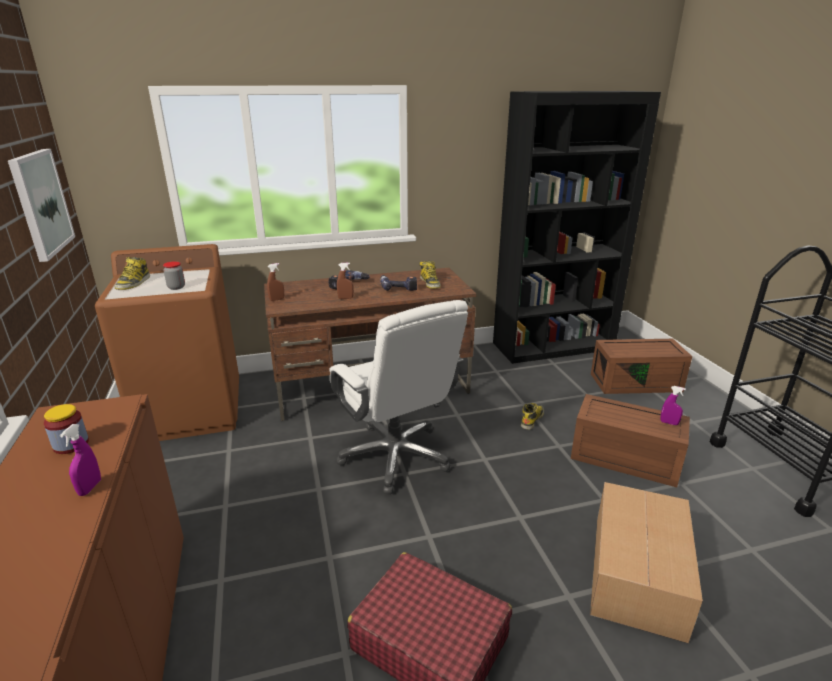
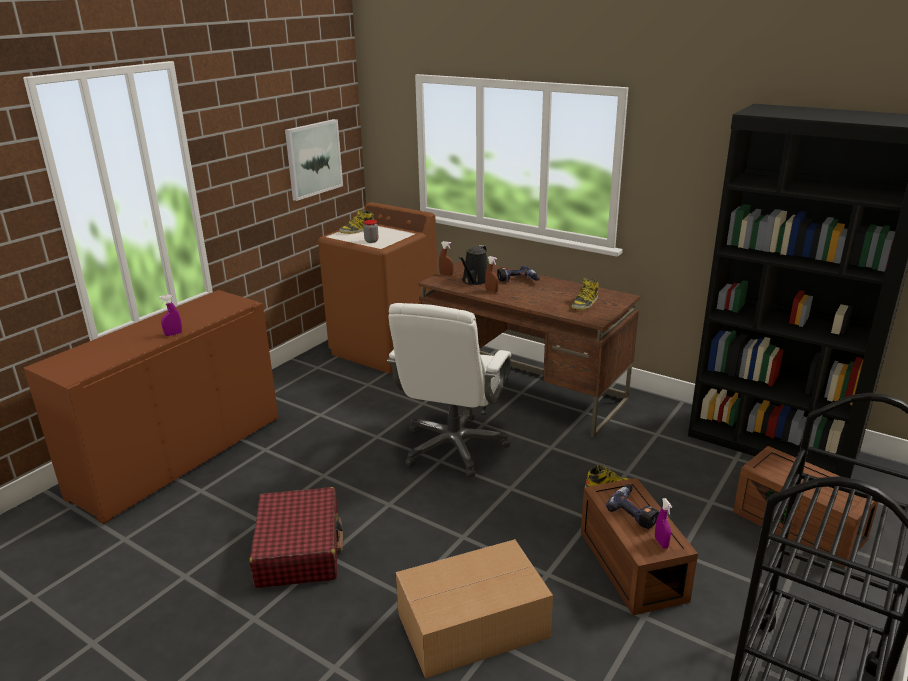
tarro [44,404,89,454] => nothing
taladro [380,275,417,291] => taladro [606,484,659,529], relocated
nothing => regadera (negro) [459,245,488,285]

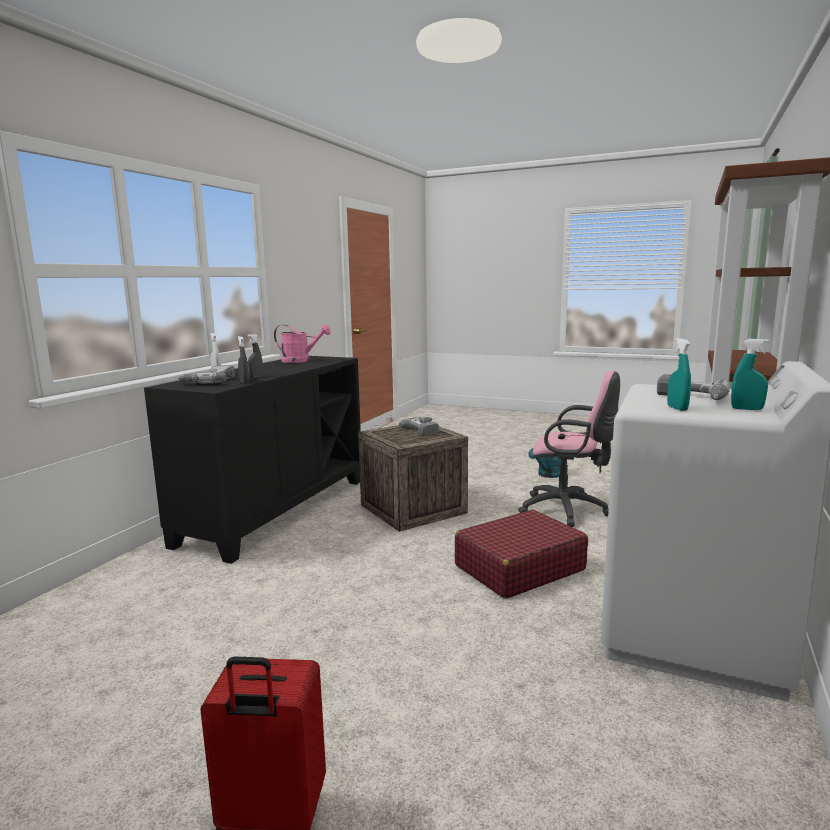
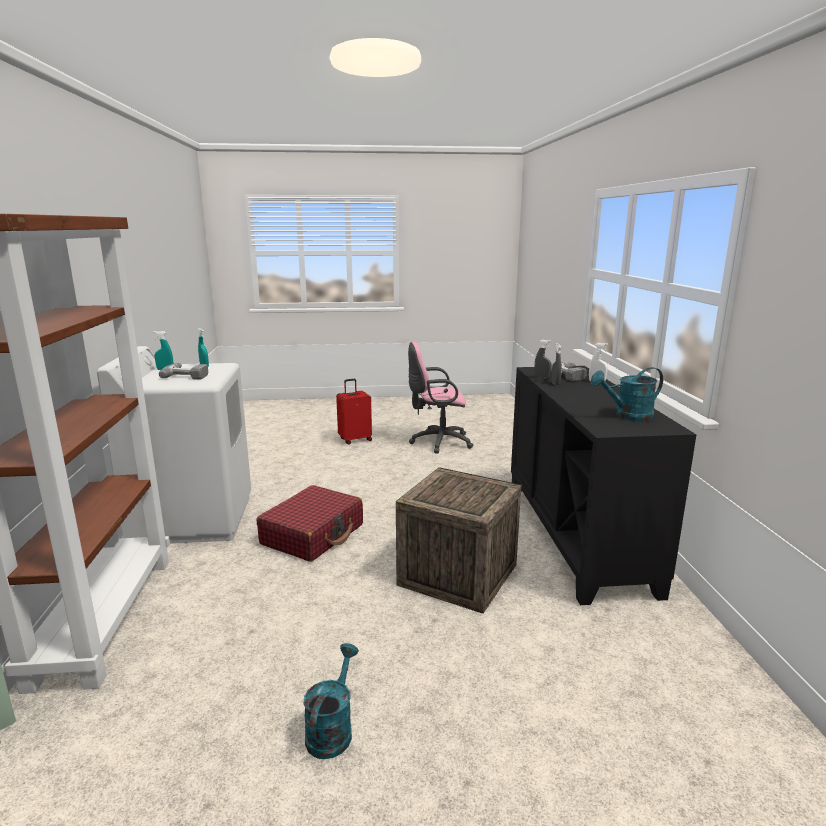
regadera (rosa) [274,324,331,363] => regadera (turquesa) [591,367,663,421]
taladro [399,417,439,436] => nothing
silla de oficina (rosa) [518,371,620,527] => silla de oficina (rosa) [408,342,473,454], relocated

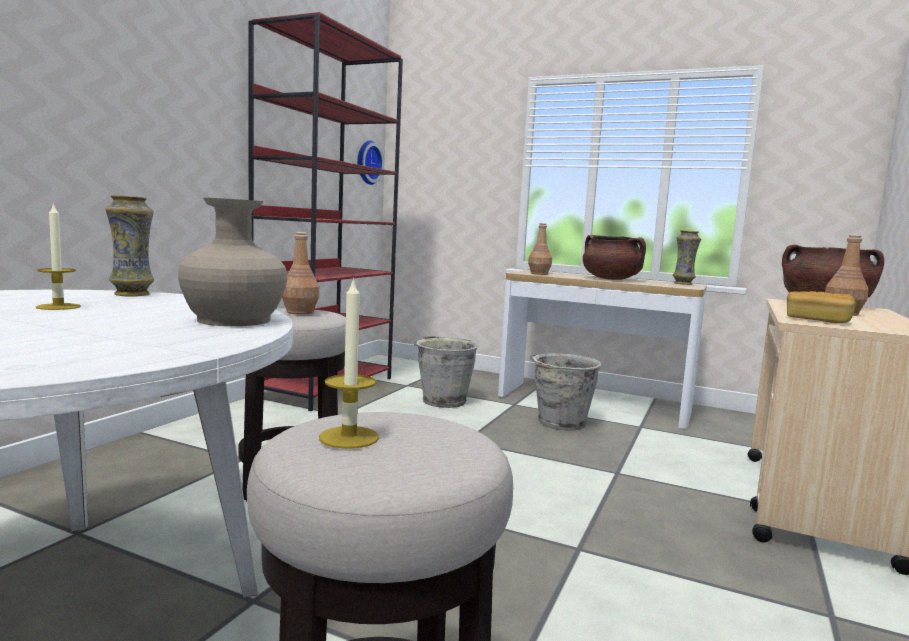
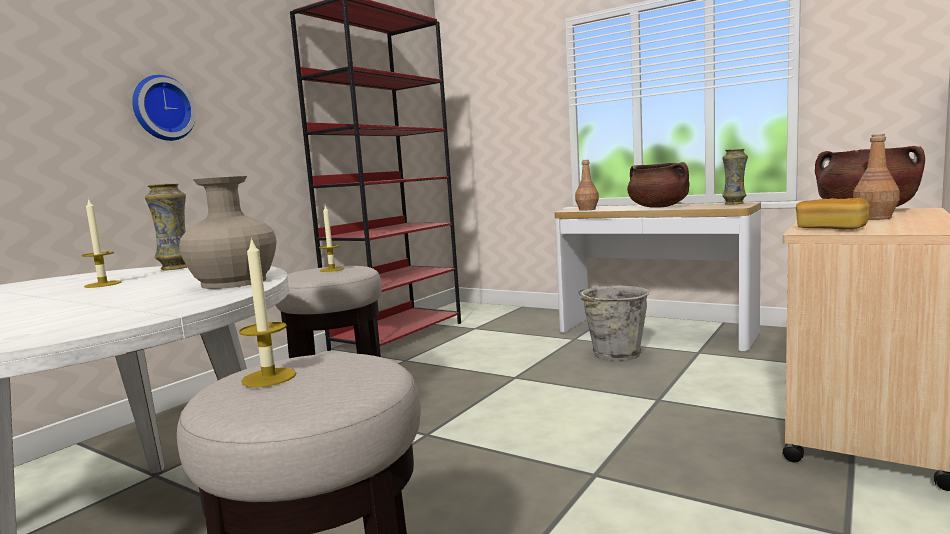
botella (marrón) [282,232,319,315] => vela [319,206,344,272]
reloj de pared [357,140,384,185] => reloj de pared [132,75,196,141], relocated
cubo (gris) [414,336,479,408] => nothing

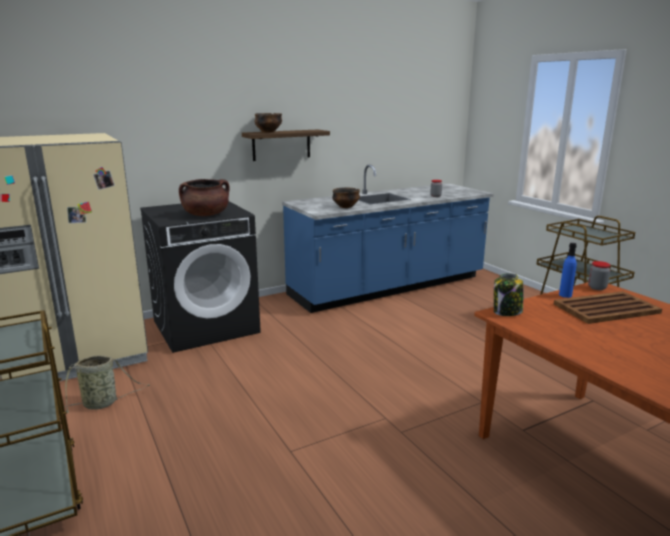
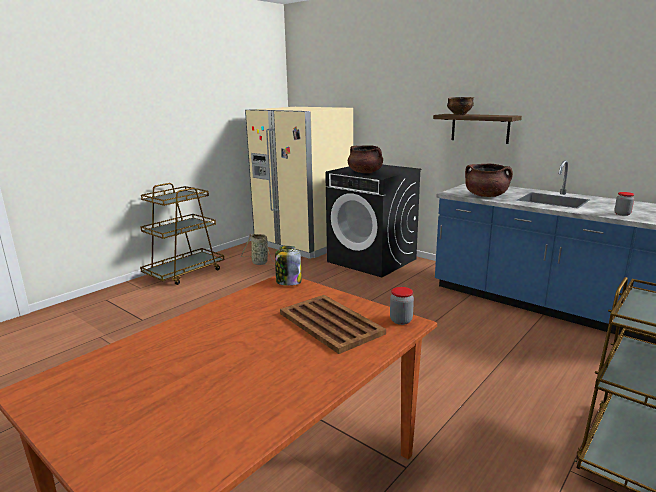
cuenco [332,187,360,208] => olla (marrón) [465,164,513,197]
botella (azul) [559,243,577,298] => nothing

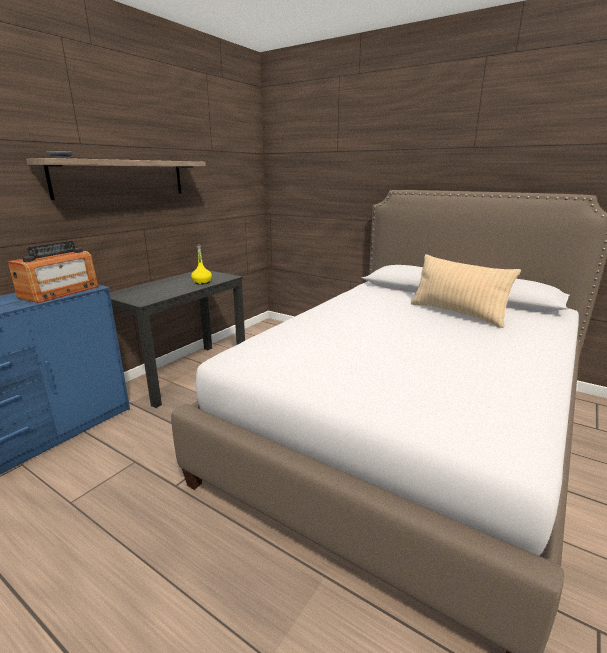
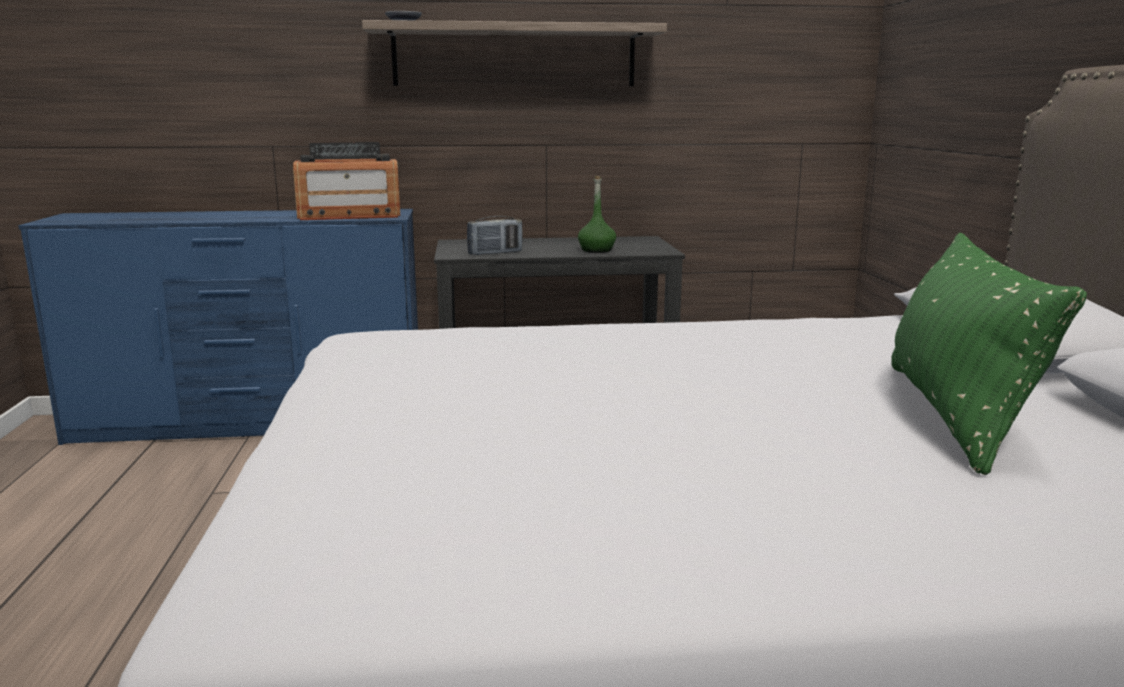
botella (amarillo) [191,244,212,284] => botella (verde) [578,176,616,253]
cojín (beis) [411,254,521,328] => cojín (verde) [891,233,1087,475]
nothing => radio [467,216,523,255]

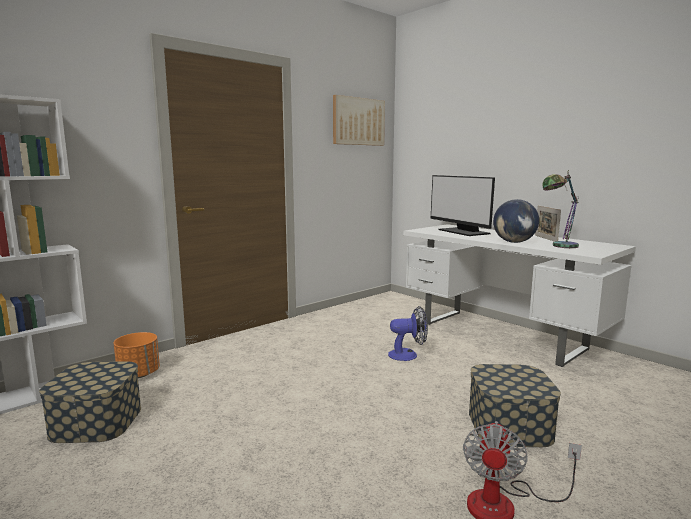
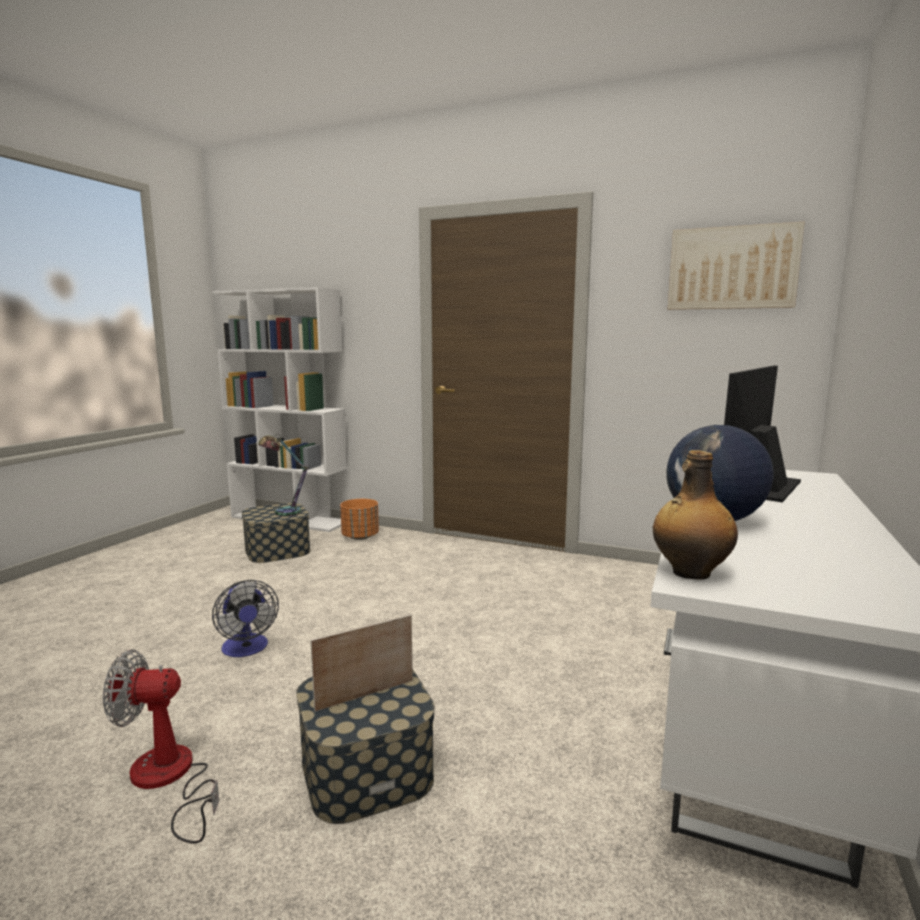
ventilador [388,306,428,361] => ventilador [212,580,279,657], relocated
portarretratos [535,205,561,242] => portarretratos [310,614,413,712], relocated
lámpara de mesa [542,172,579,248] => lámpara de mesa [258,434,309,517], relocated
nothing => botella [653,450,738,580]

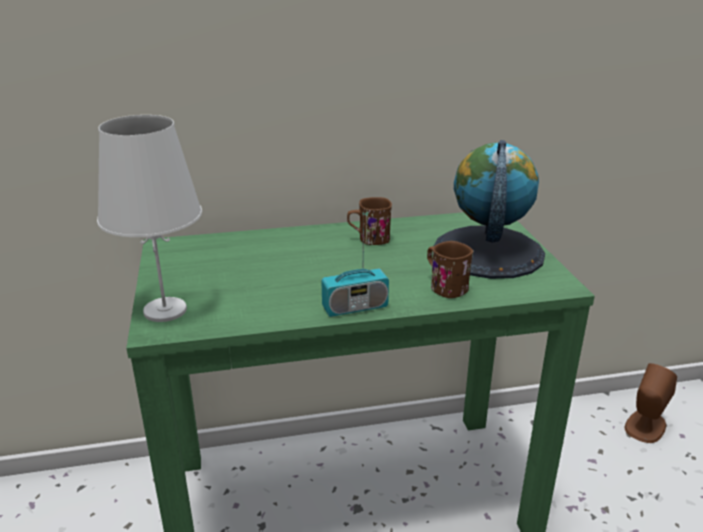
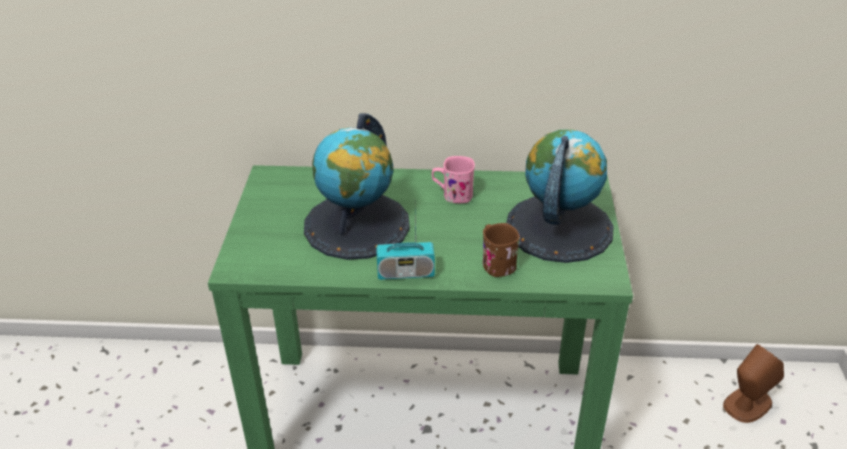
lámpara de mesa (blanco) [97,115,202,322] => nothing
taza grande (marrón) [347,197,392,245] => taza grande (rosa) [432,156,475,203]
nothing => globo terráqueo [304,113,410,260]

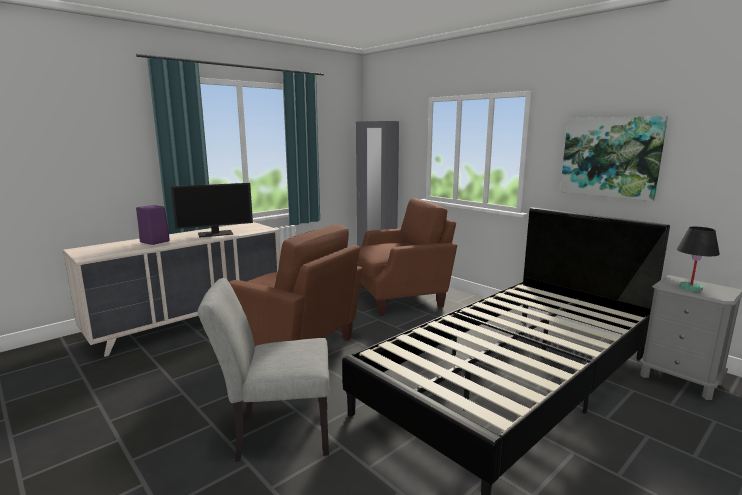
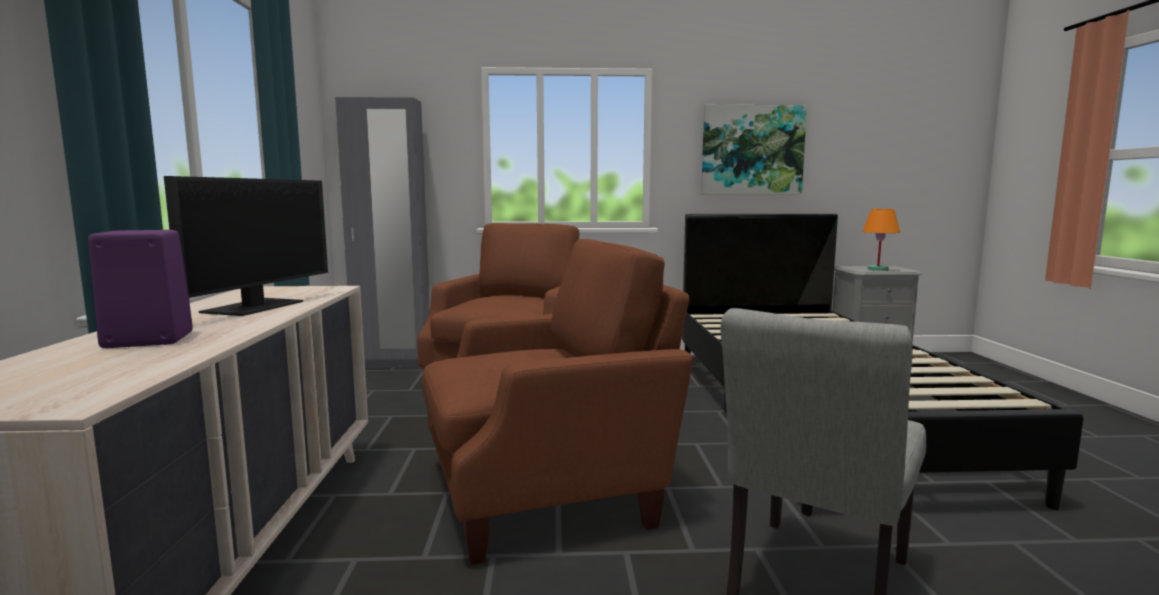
lámpara de mesa (negro) [677,227,720,292] => lámpara de mesa (naranja) [862,209,900,271]

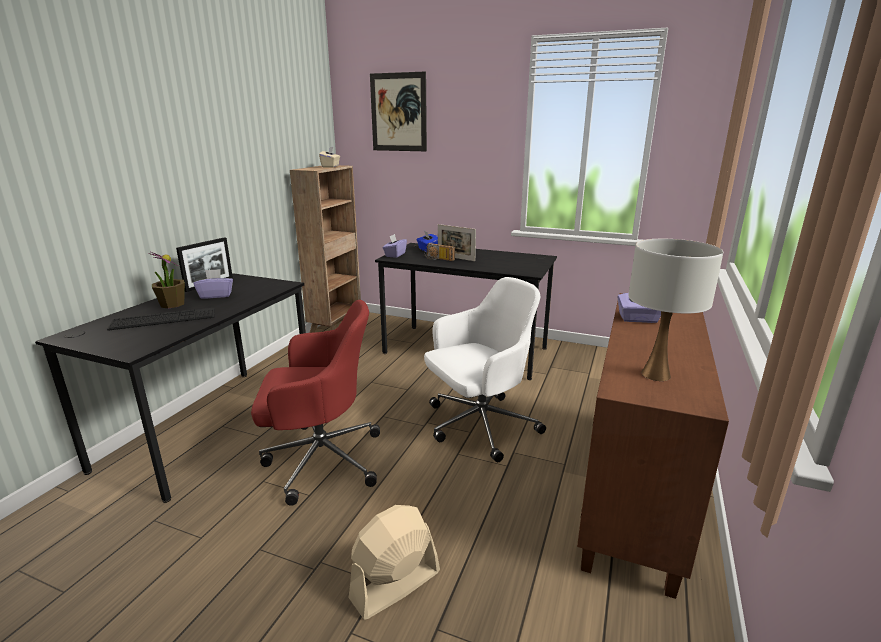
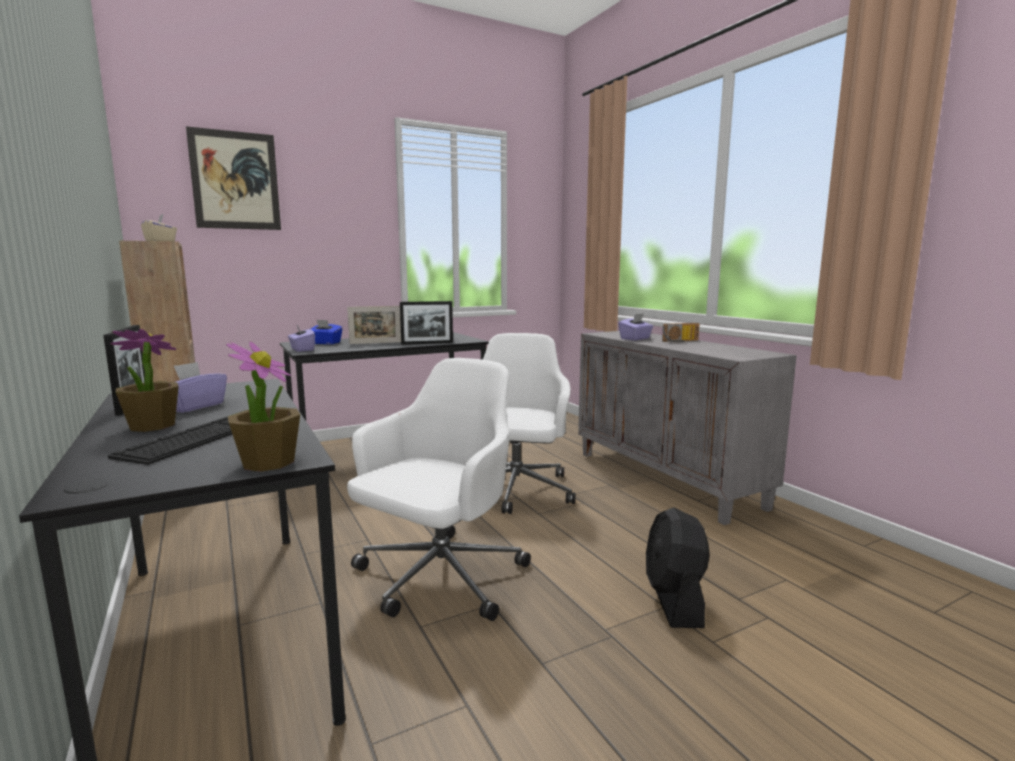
silla de oficina (rojo) [251,300,380,506] => silla de oficina (blanco) [347,358,531,621]
ventilador (beis) [349,505,440,619] => ventilador (negro) [646,507,710,628]
radio [424,243,455,261] => radio [662,323,699,343], relocated
armario (marrón) [577,293,729,599] => armario (gris) [578,331,797,525]
lámpara de mesa (blanco) [628,239,723,381] => nothing
nothing => planta en maceta [226,341,300,472]
nothing => portarretratos [400,301,453,345]

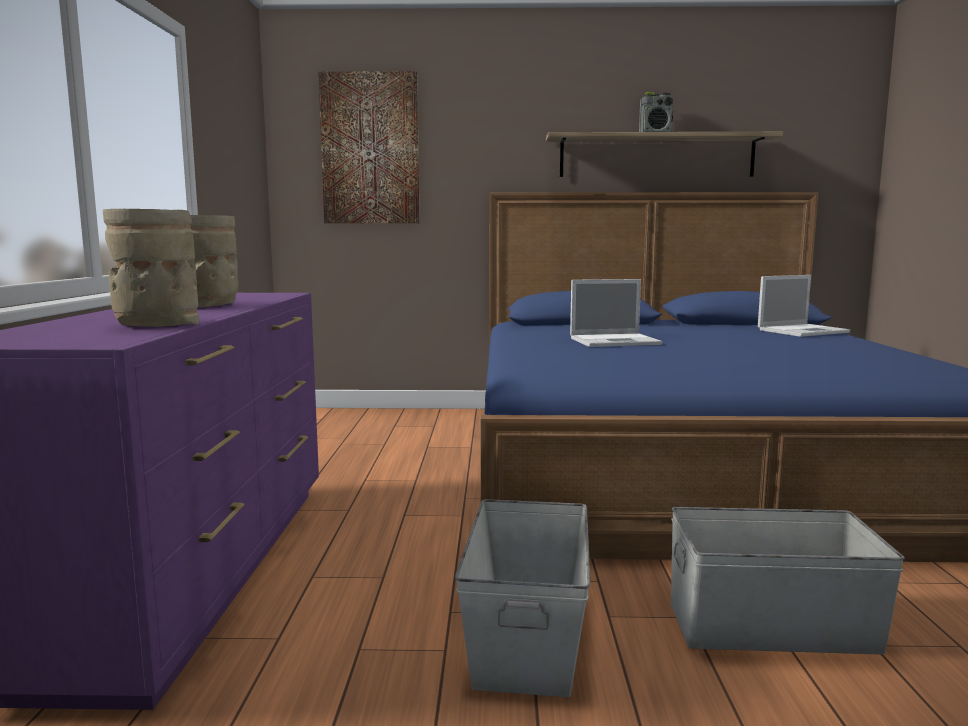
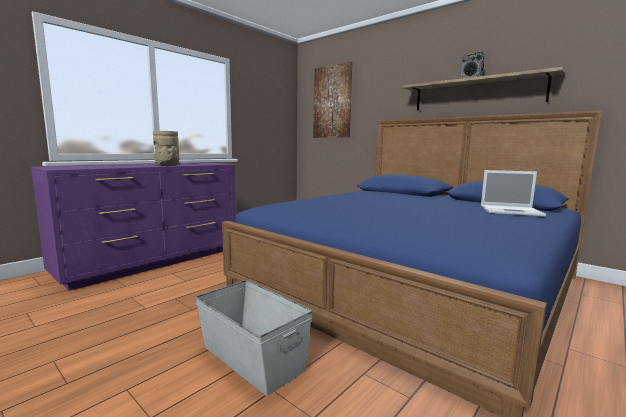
florero (beis) [103,209,199,327] => nothing
caja de almacenaje (gris) [455,499,591,697] => nothing
portátil [570,279,662,347] => nothing

